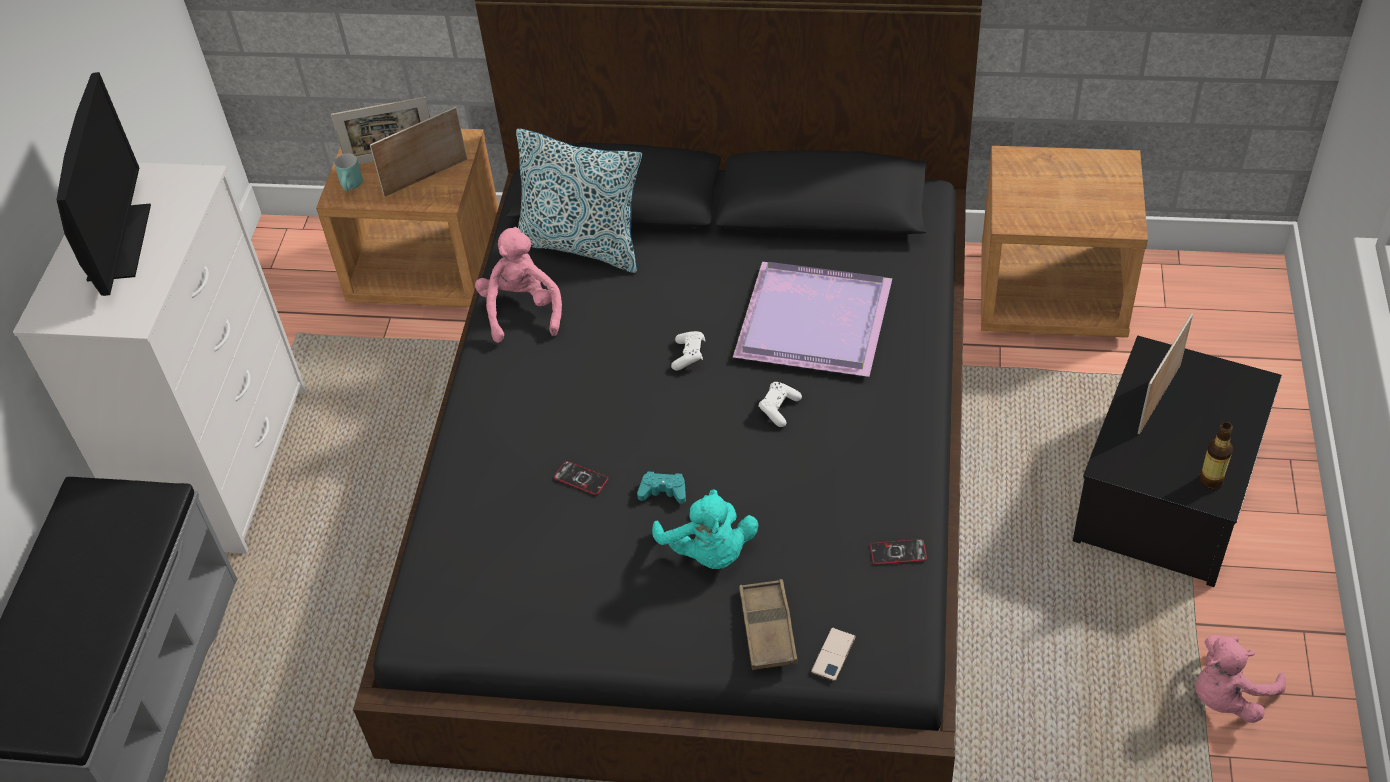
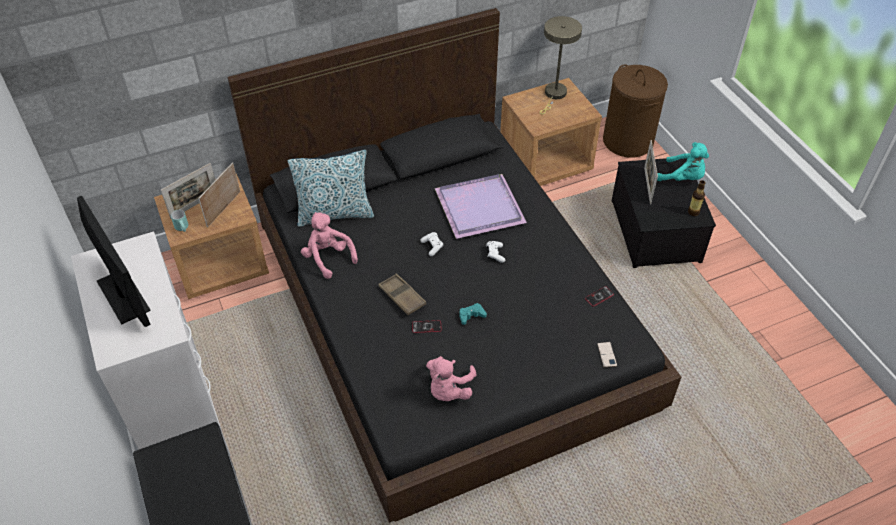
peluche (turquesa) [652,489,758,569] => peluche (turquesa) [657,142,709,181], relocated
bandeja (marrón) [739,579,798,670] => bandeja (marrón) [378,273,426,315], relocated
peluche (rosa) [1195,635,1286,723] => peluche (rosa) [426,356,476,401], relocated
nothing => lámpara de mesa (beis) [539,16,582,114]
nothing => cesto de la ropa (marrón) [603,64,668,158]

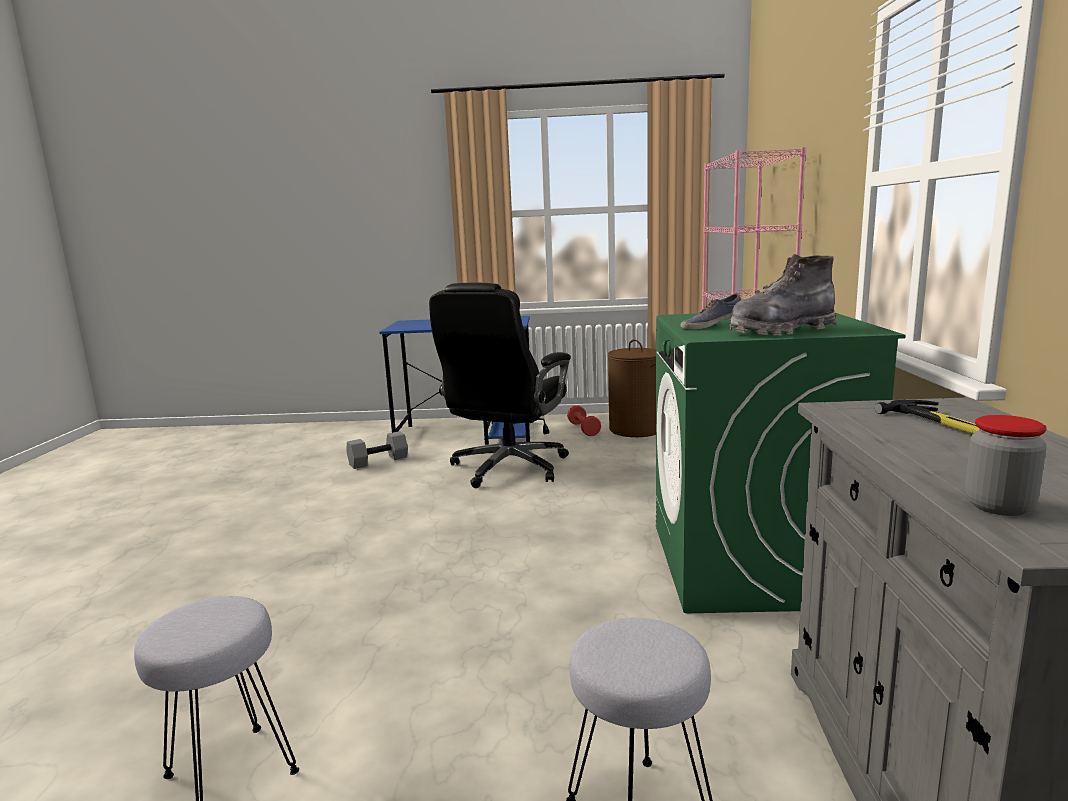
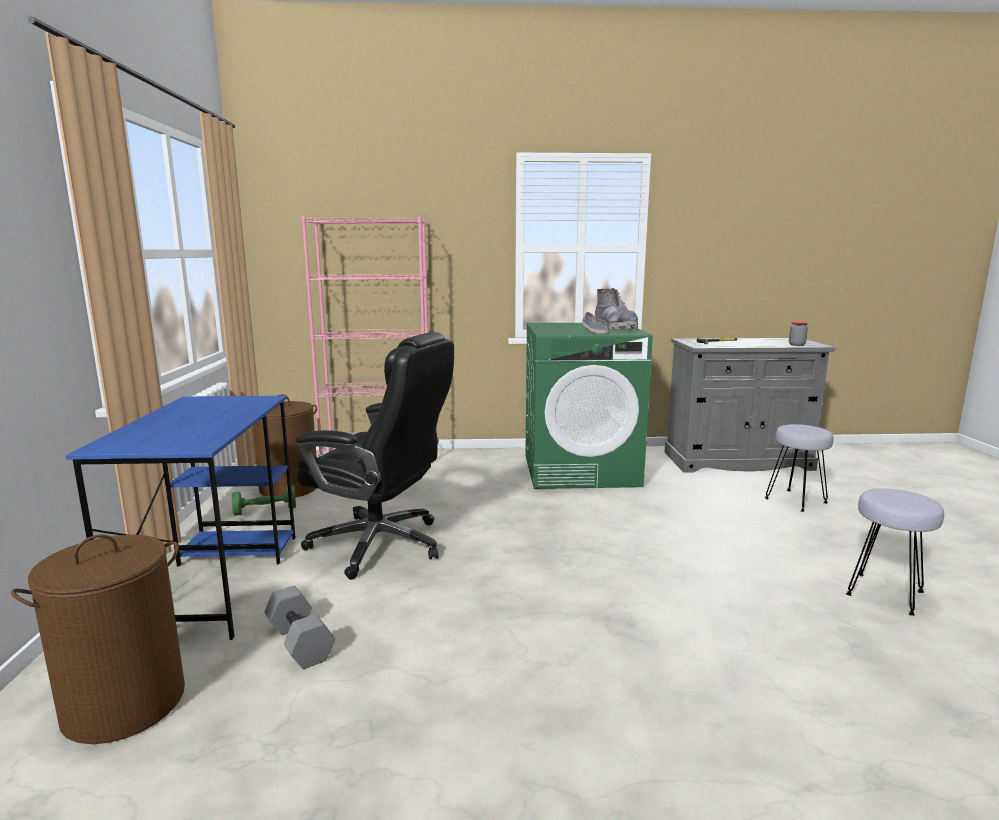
mancuerna (rojo) [567,405,601,436] => mancuerna (verde) [232,486,296,516]
nothing => cesto de la ropa (marrón) [11,534,185,744]

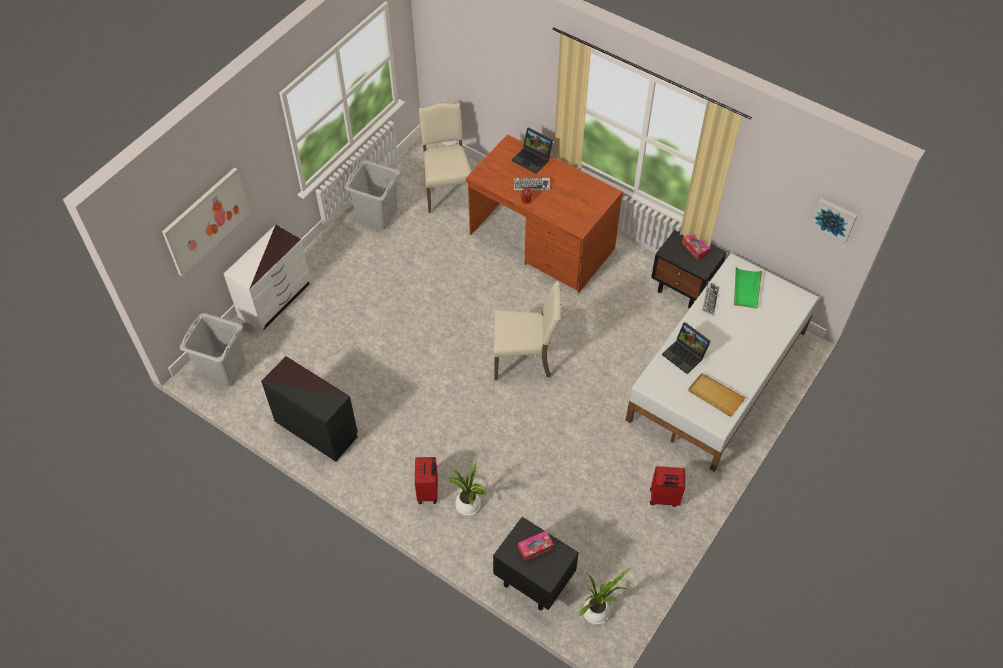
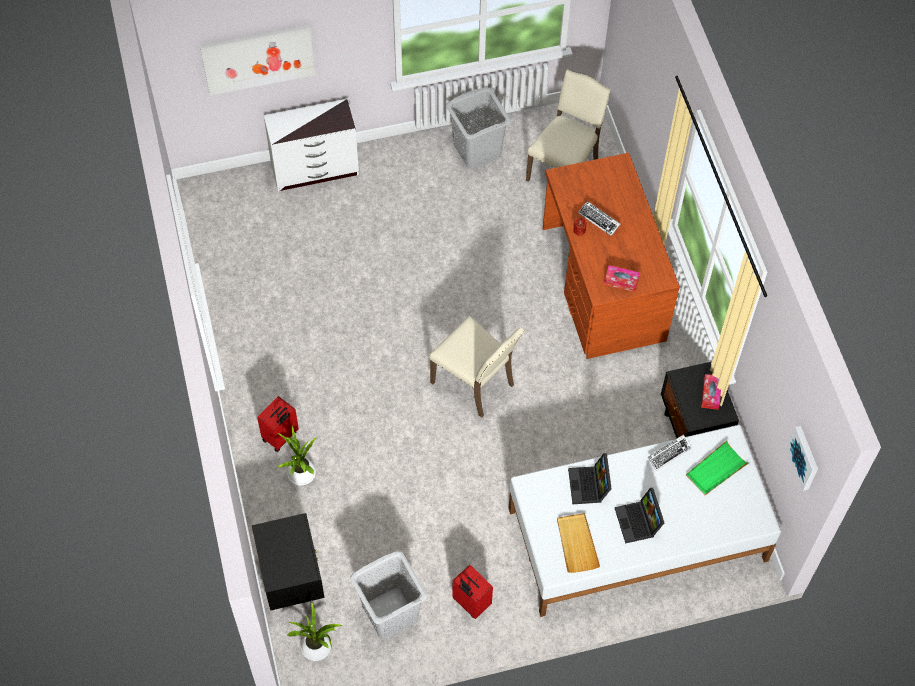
cesto de la ropa (gris) [180,313,246,387] => cesto de la ropa (gris) [350,551,427,639], relocated
cómoda (negro) [261,356,358,461] => nothing
portátil [512,128,553,174] => portátil [615,488,664,544], relocated
caja de pañuelos [518,531,554,561] => caja de pañuelos [604,265,640,292], relocated

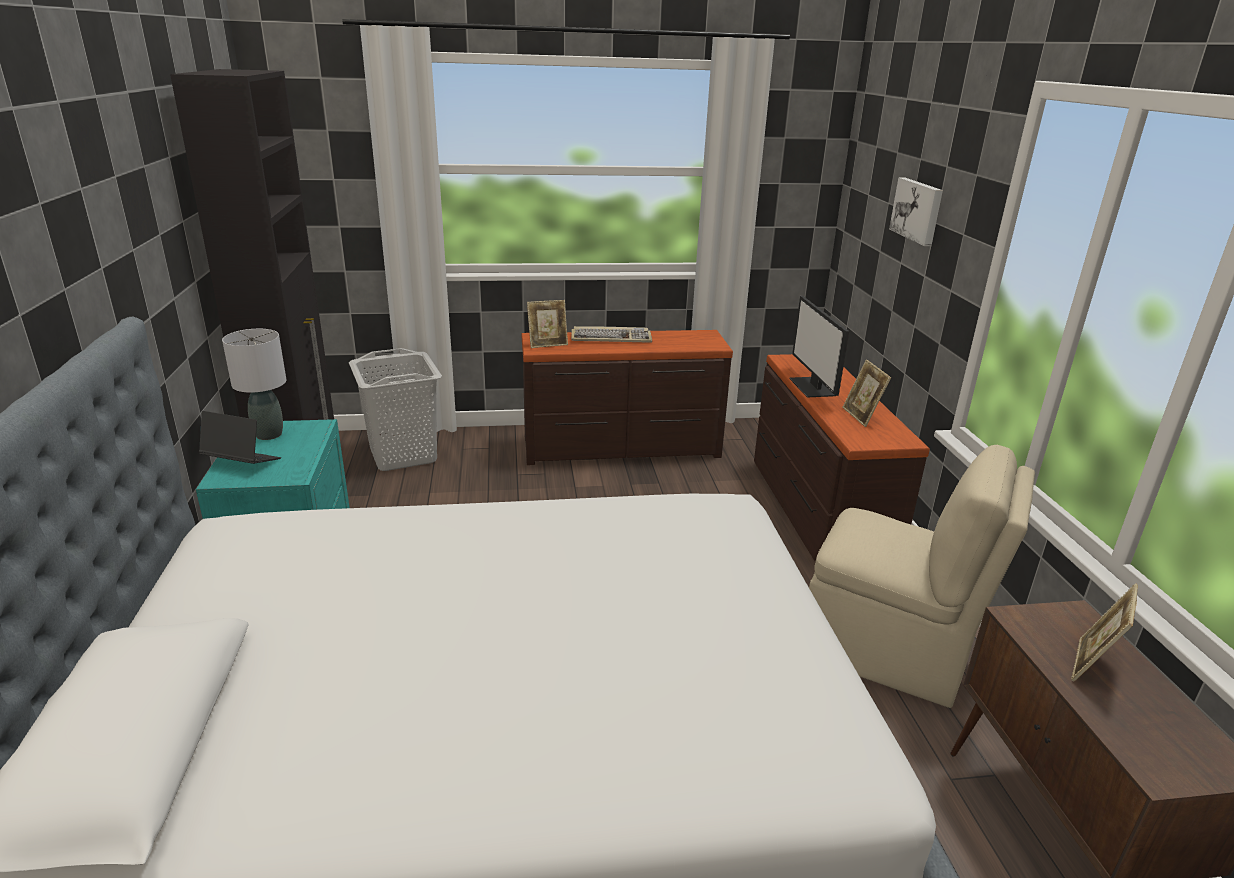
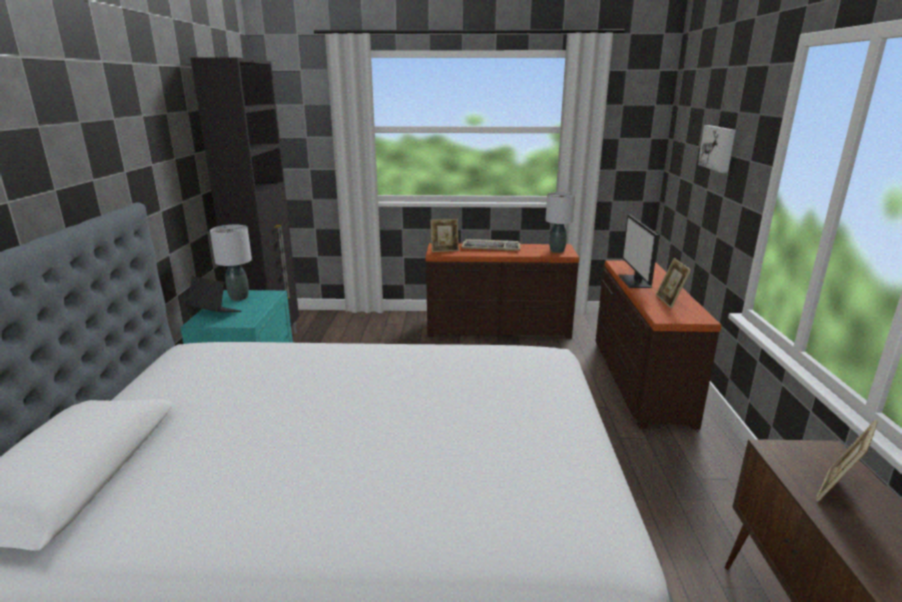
cesto de la ropa (gris) [349,348,442,471] => nothing
silla (beis) [809,445,1035,708] => nothing
nothing => lámpara de mesa (gris) [546,192,576,253]

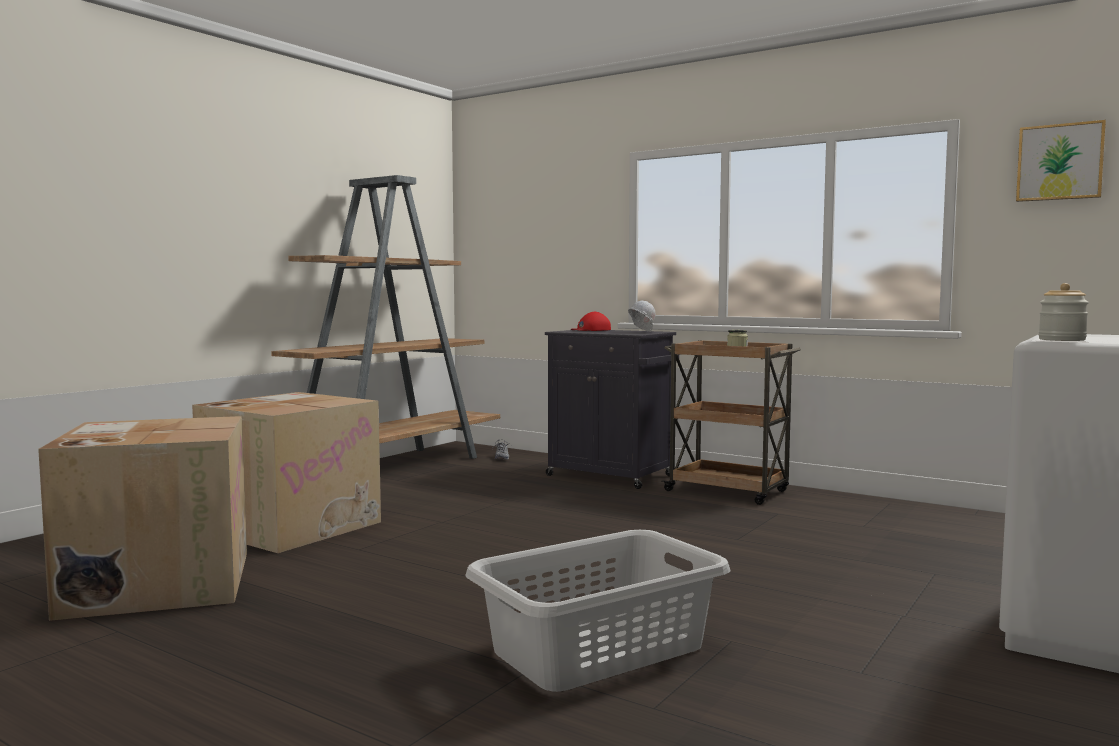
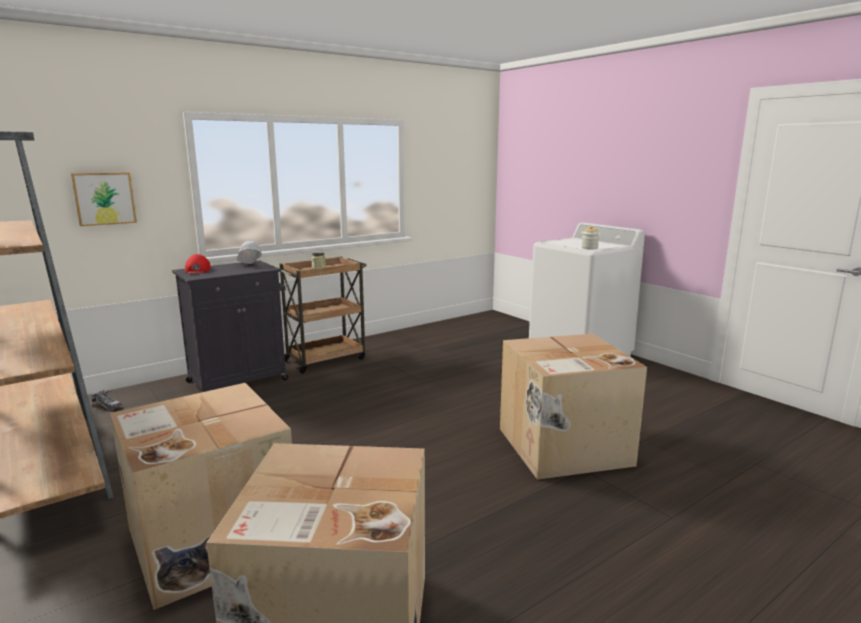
cesto de la ropa (gris) [465,530,731,692] => caja de cartón [500,334,647,480]
cuadro [1016,120,1106,202] => cuadro [71,172,137,226], relocated

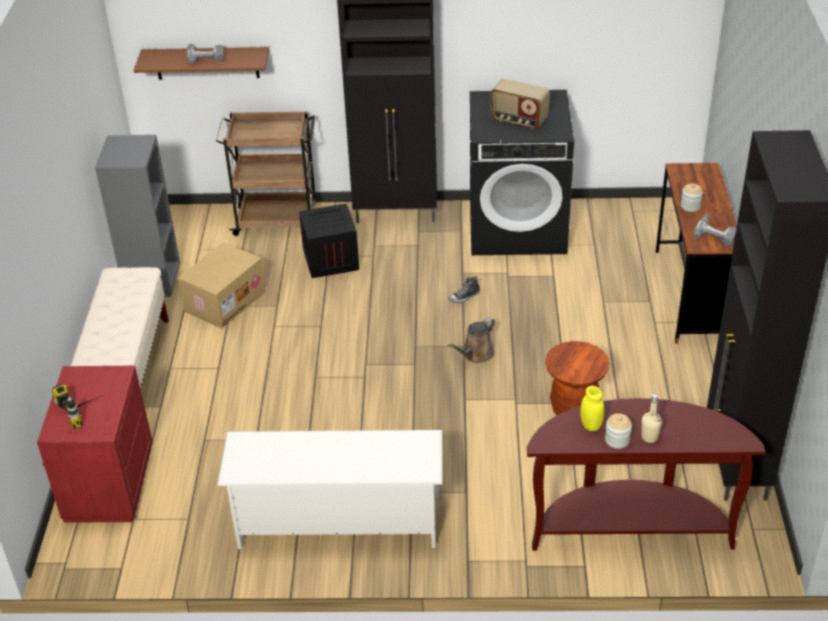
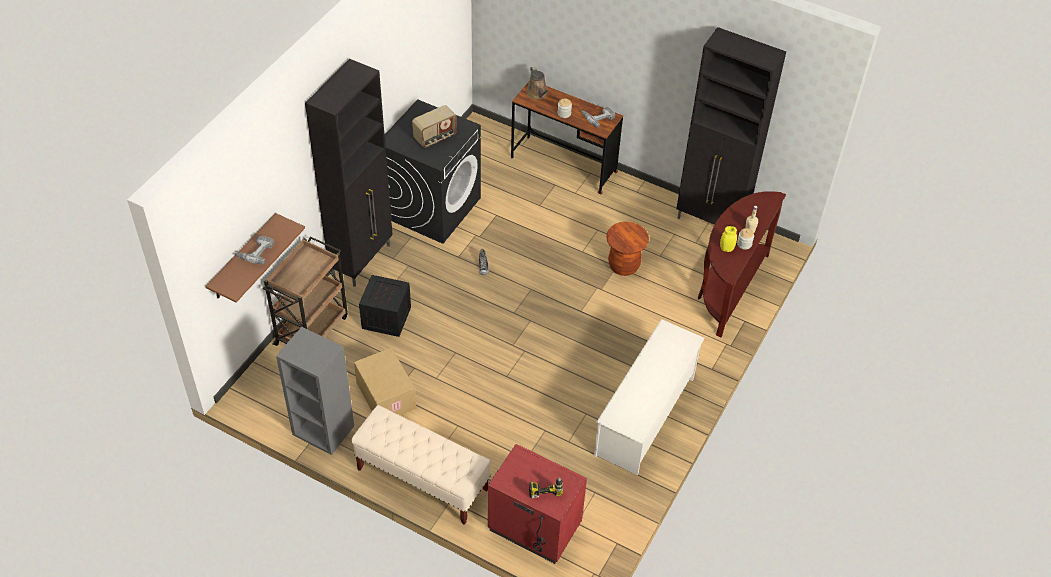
regadera (marrón) [448,317,495,363] => regadera (marrón) [526,66,549,99], relocated

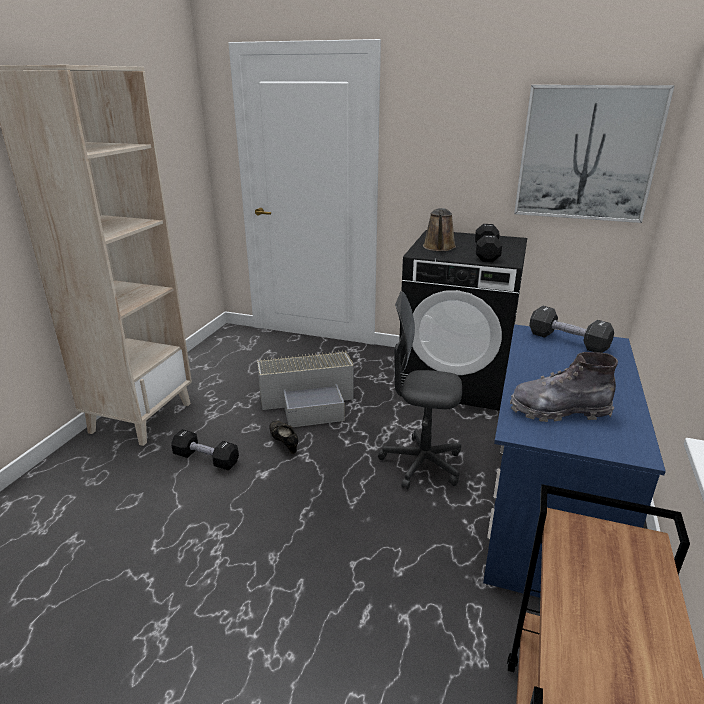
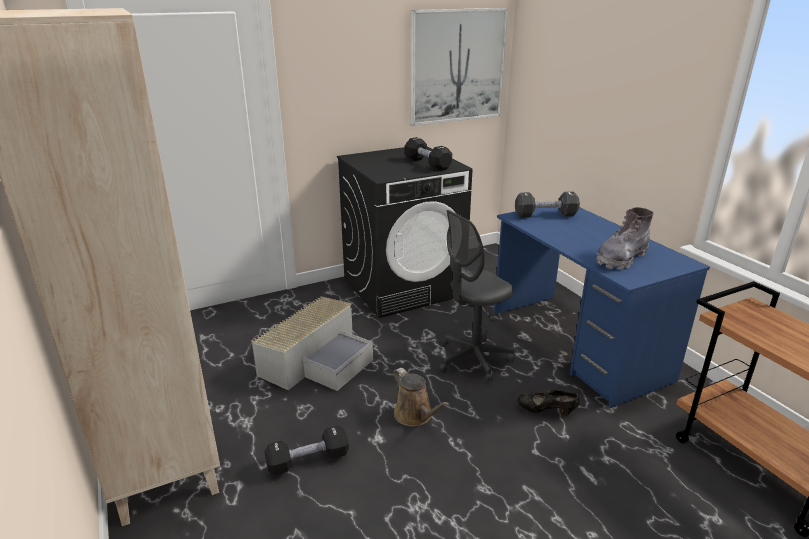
zapato (negro) [269,420,298,454] => zapato (negro) [517,389,579,415], relocated
regadera (marrón) [423,208,456,251] => regadera (marrón) [394,368,450,427], relocated

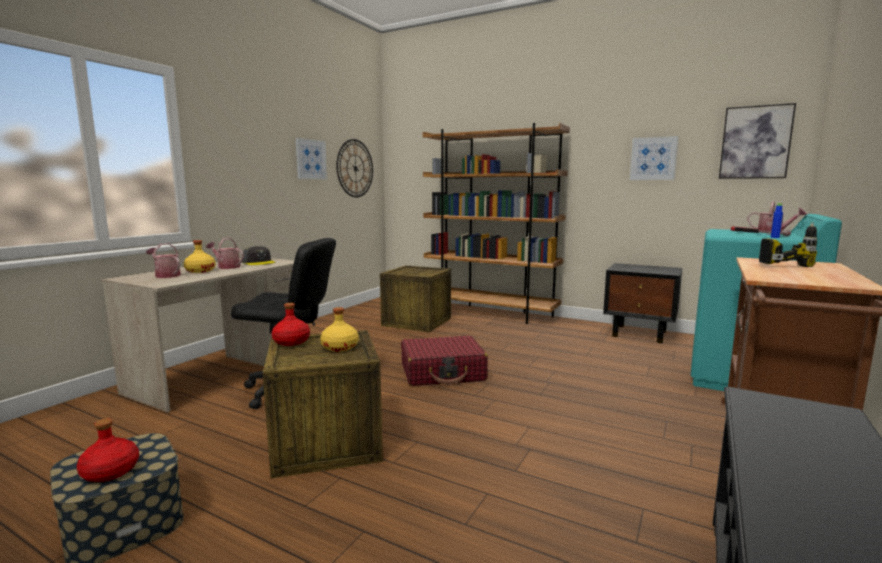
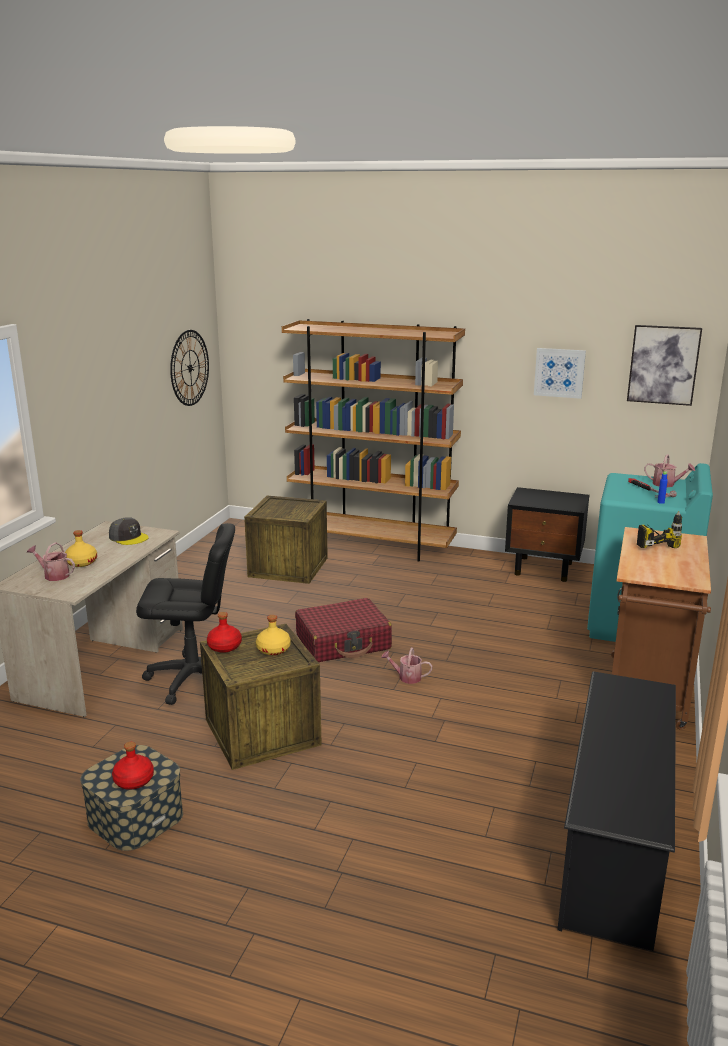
regadera [206,238,244,269] => regadera [381,647,433,684], relocated
cuadro [296,138,327,179] => nothing

